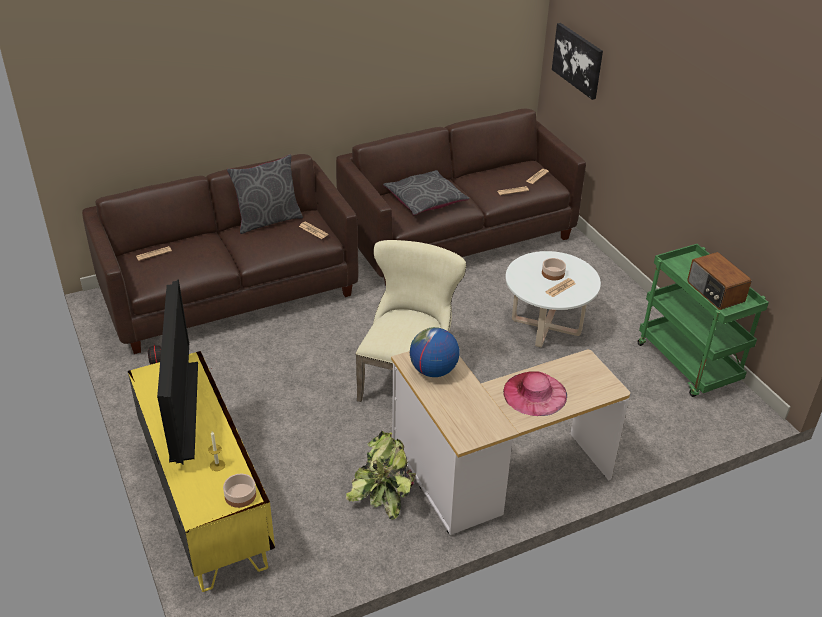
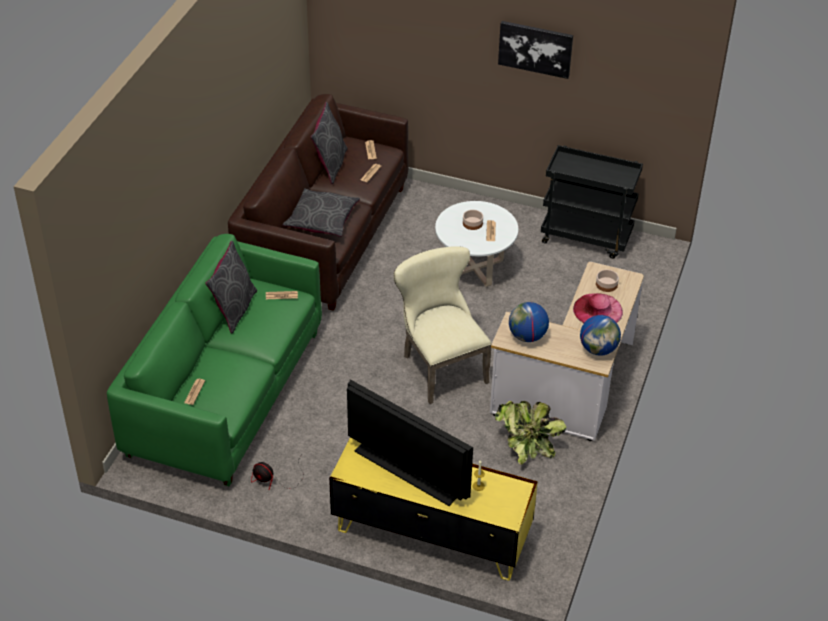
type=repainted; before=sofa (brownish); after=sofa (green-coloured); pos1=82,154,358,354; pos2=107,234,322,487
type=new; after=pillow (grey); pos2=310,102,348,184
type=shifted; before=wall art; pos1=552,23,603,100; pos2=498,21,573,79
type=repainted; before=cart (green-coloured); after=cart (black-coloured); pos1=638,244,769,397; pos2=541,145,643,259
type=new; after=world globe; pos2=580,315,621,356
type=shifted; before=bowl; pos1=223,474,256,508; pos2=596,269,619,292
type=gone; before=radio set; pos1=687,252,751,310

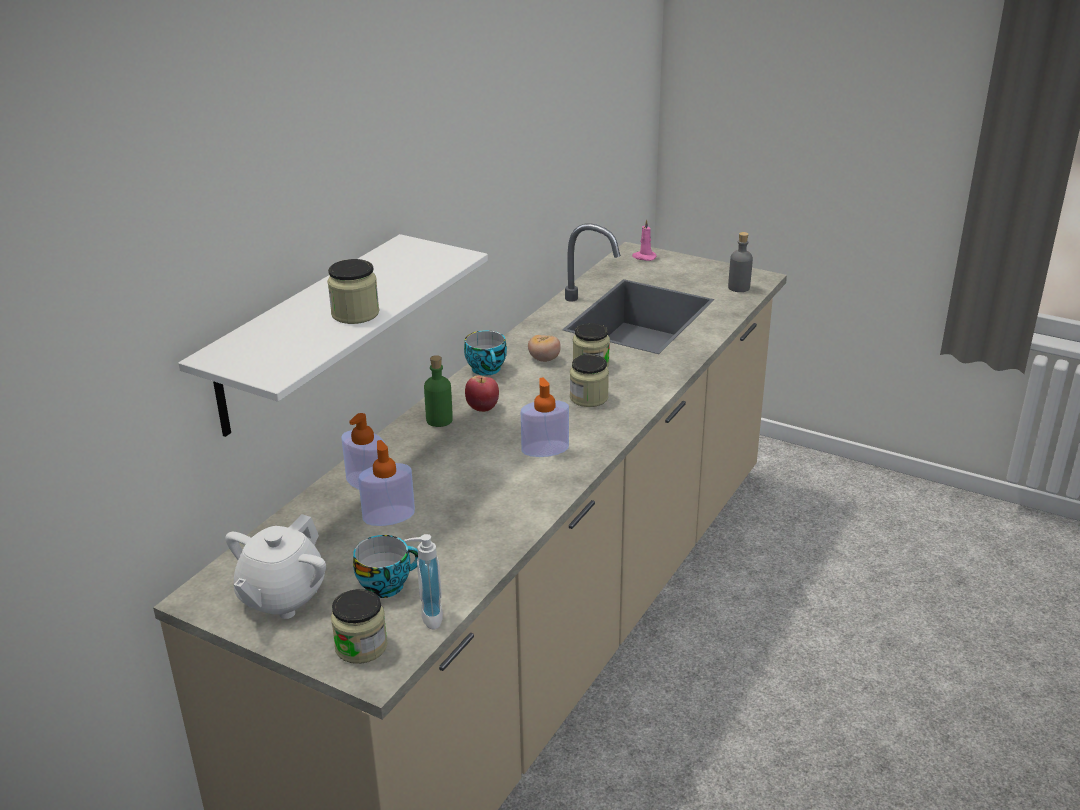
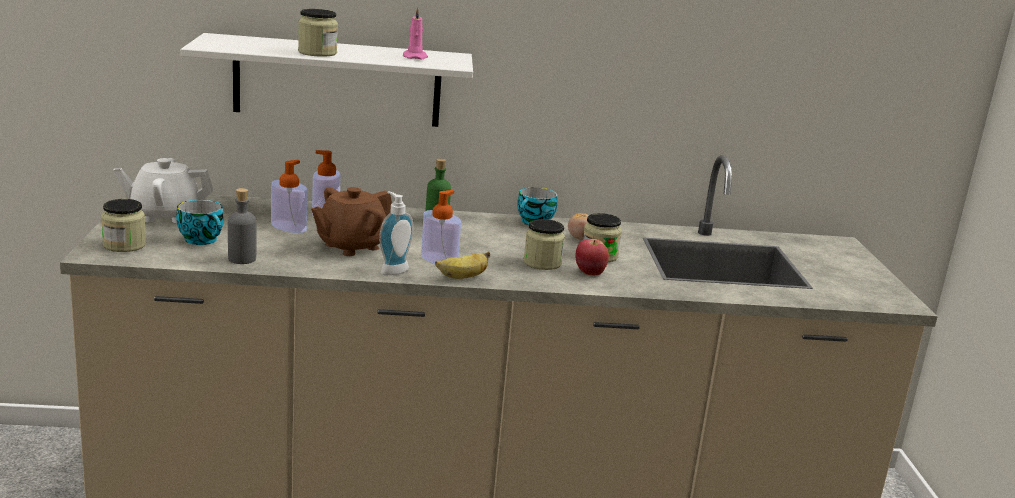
type=shifted; before=beverage bottle (grey); pos1=728,232,753,292; pos2=228,188,256,264
type=new; after=teapot (brownish); pos2=311,187,392,256
type=shifted; before=soap dispenser; pos1=404,534,443,630; pos2=379,192,414,275
type=shifted; before=wax light (pink); pos1=632,219,657,261; pos2=403,7,428,59
type=new; after=banana; pos2=435,252,490,279
type=shifted; before=apple; pos1=465,376,499,412; pos2=575,239,609,275

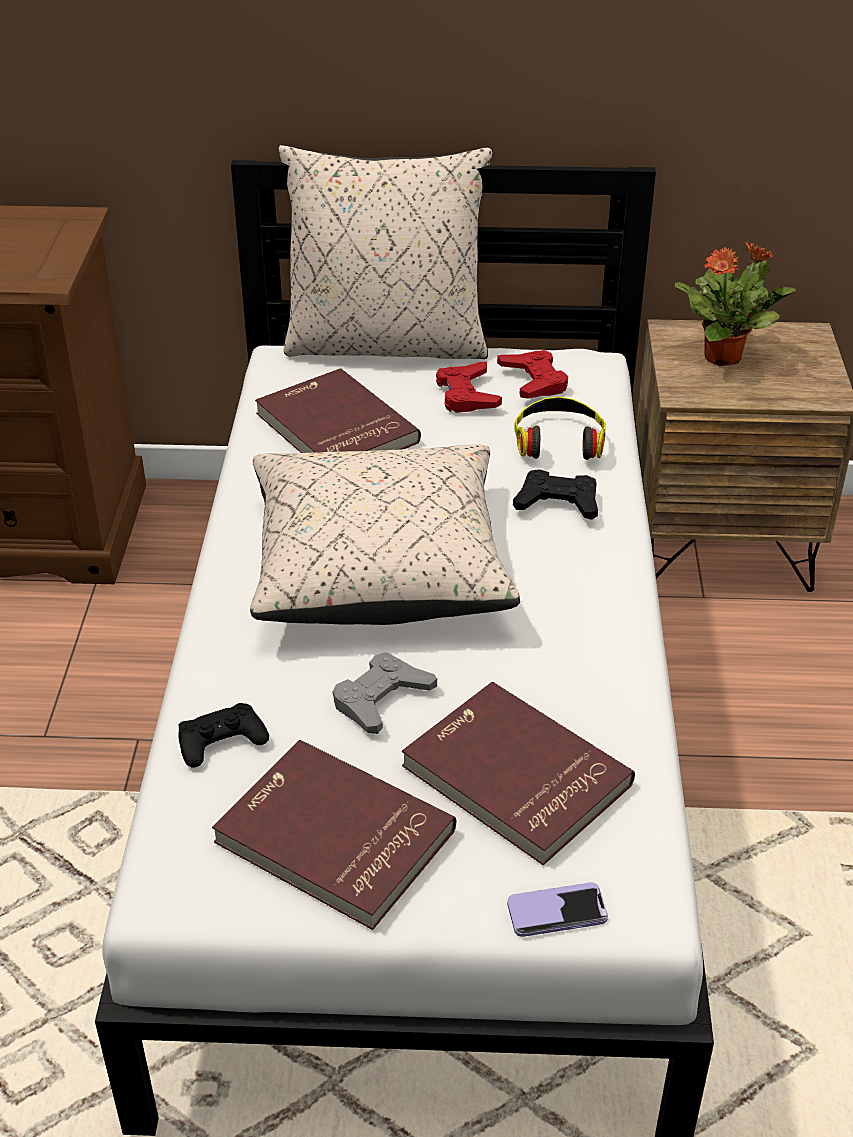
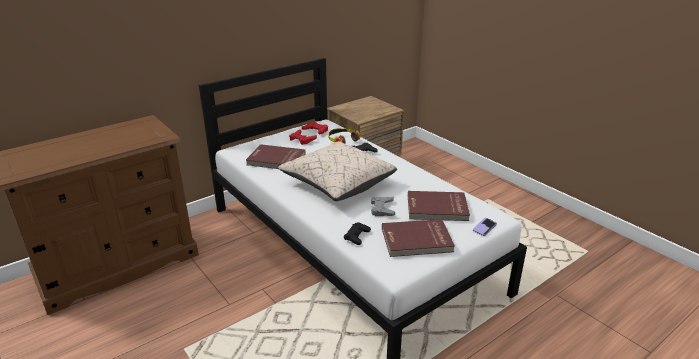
type=gone; before=pillow (beige); pos1=279,145,492,359
type=gone; before=plant in a pot; pos1=675,241,796,366

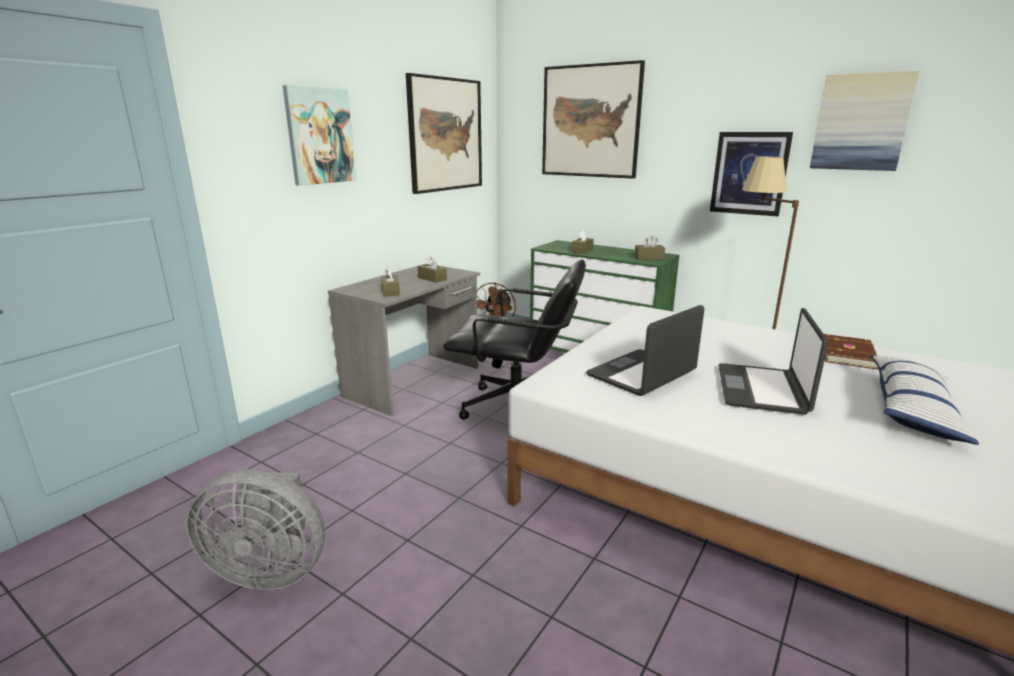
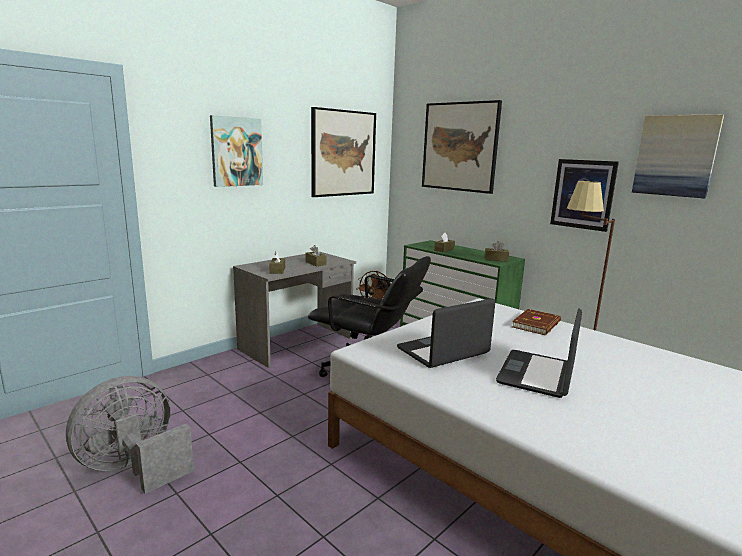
type=rotated; before=electric fan (grey); pos1=186,469,325,590; pos2=66,376,194,494; turn=120
type=shifted; before=volume (brownish); pos1=824,334,878,369; pos2=512,309,561,335
type=gone; before=pillow; pos1=870,355,979,445

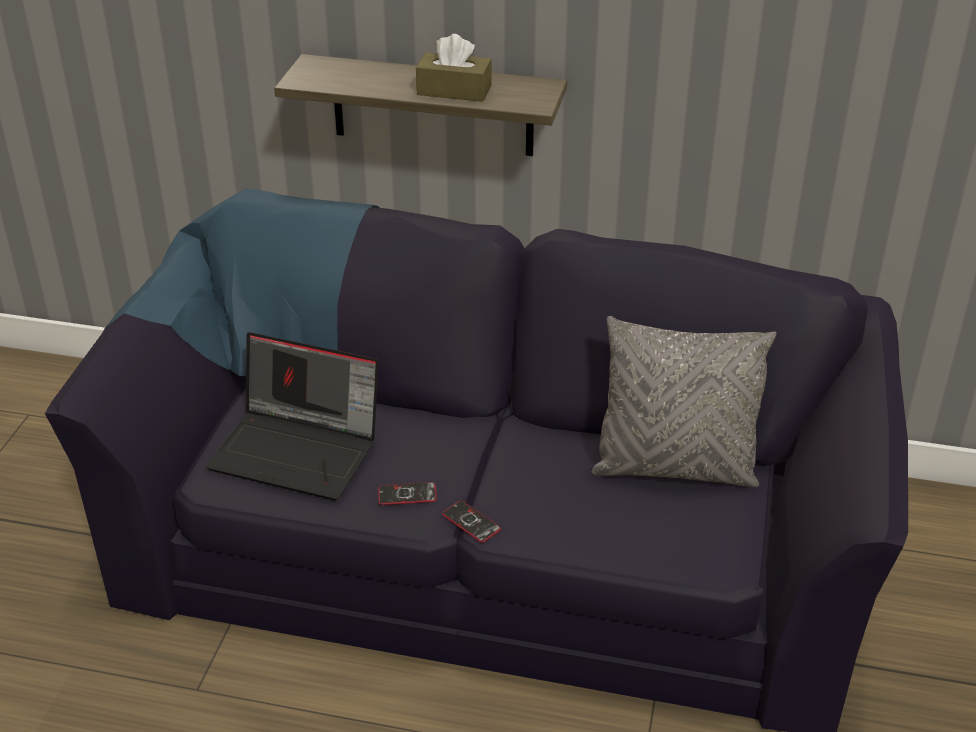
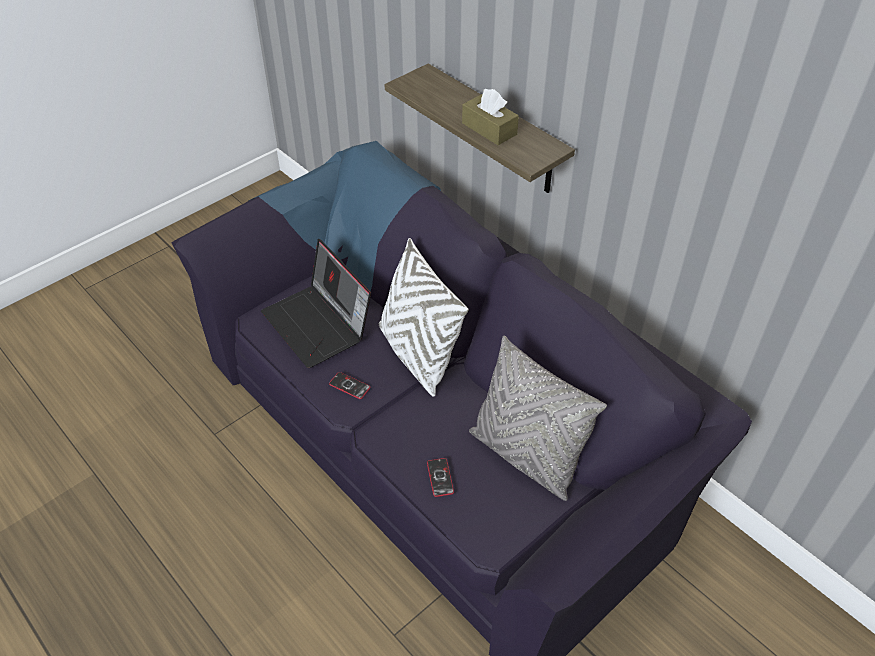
type=new; after=pillow (whitish); pos2=379,238,469,397
type=shifted; before=phone; pos1=442,501,501,543; pos2=427,458,454,497

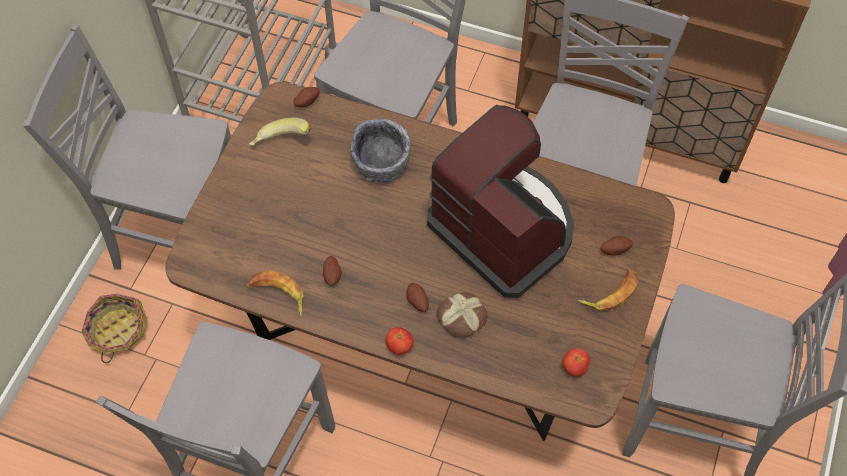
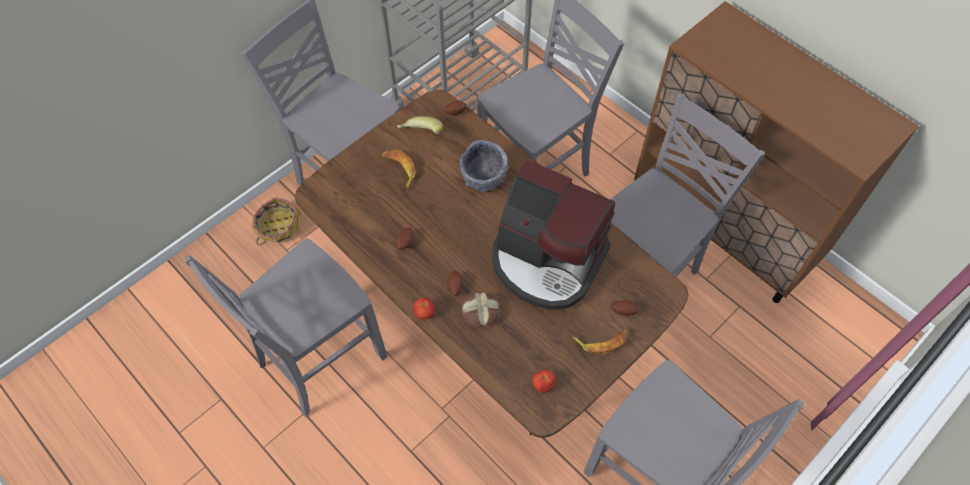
type=shifted; before=banana; pos1=246,271,303,316; pos2=382,149,415,188
type=rotated; before=coffee brewer; pos1=427,105,574,298; pos2=492,160,615,310; turn=135

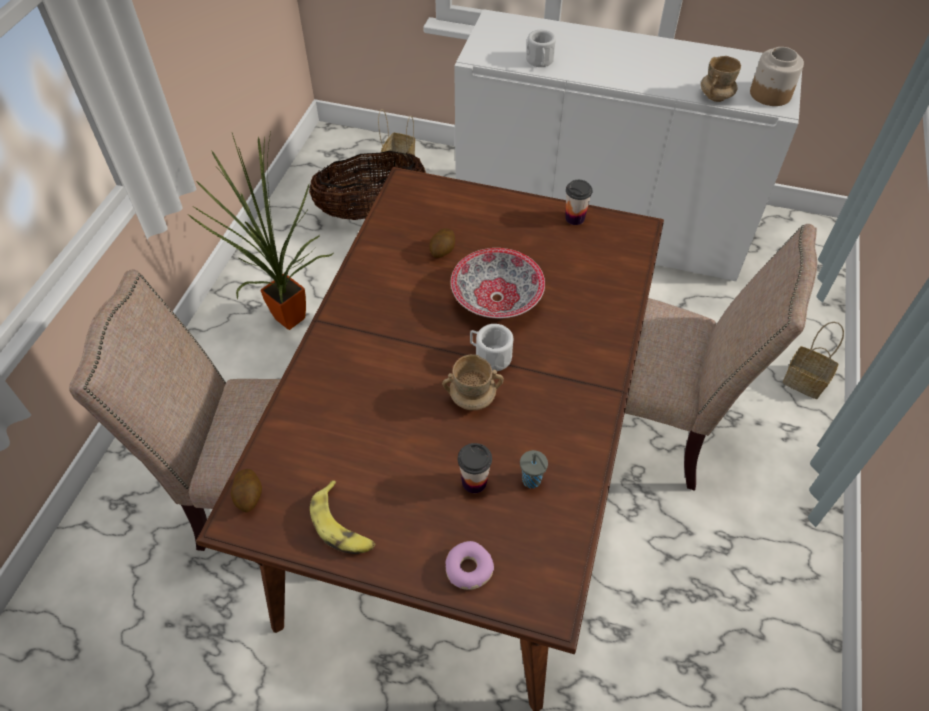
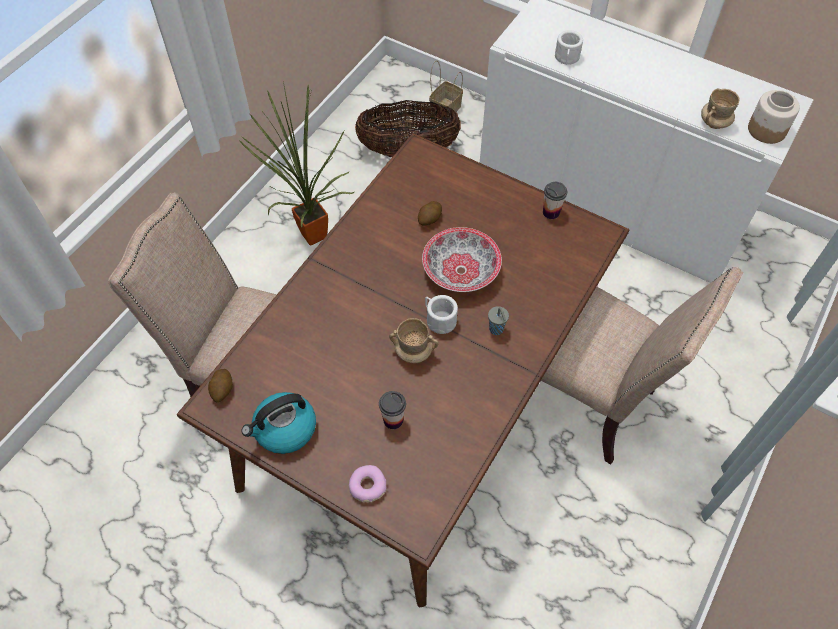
type=swapped; before=banana; after=water kettle; pos1=310,480,375,554; pos2=242,392,316,454
type=shifted; before=drinking cup (grey); pos1=520,450,548,488; pos2=488,306,509,335
type=gone; before=storage basket; pos1=783,322,844,399

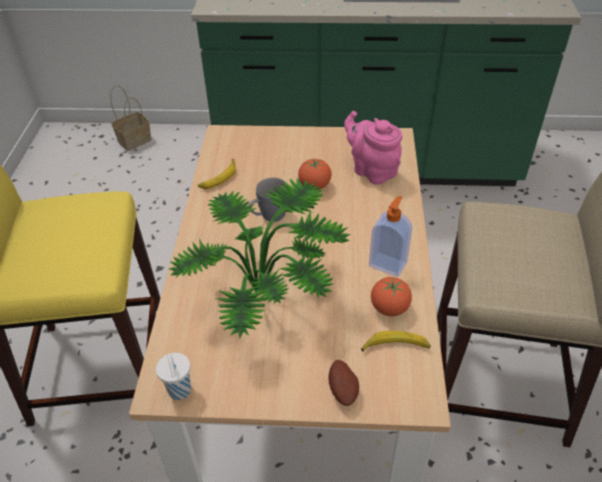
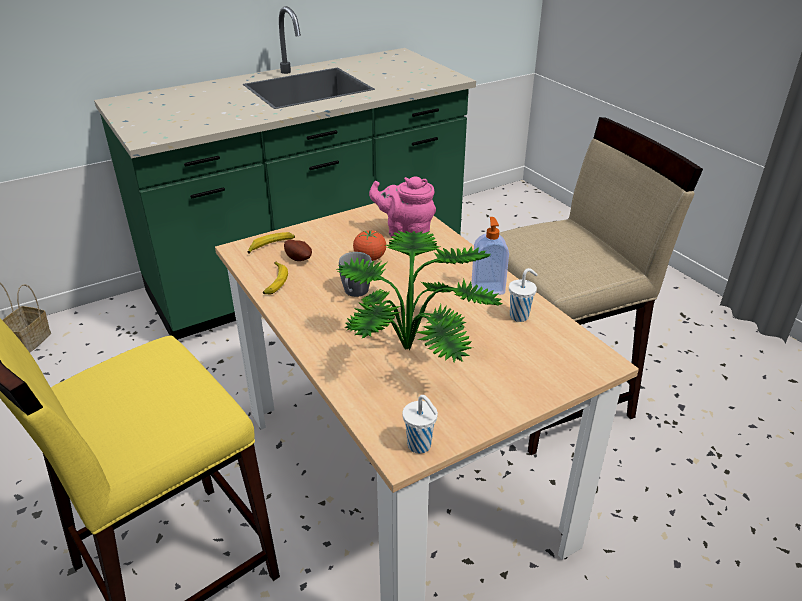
type=shifted; before=banana; pos1=361,331,431,352; pos2=248,232,295,253
type=shifted; before=spud; pos1=328,360,359,406; pos2=284,240,312,261
type=swapped; before=whole tomato; after=drinking cup (whitish); pos1=371,277,412,316; pos2=509,268,538,322

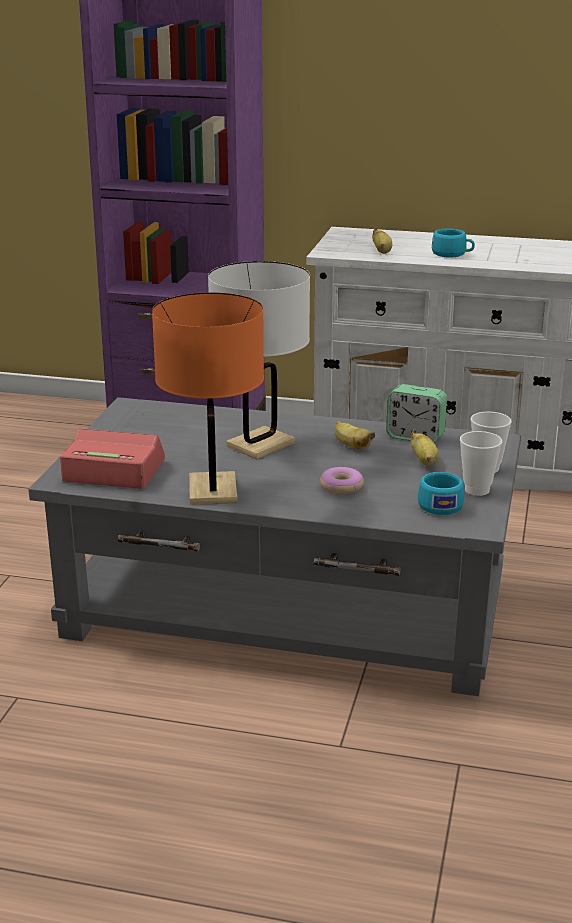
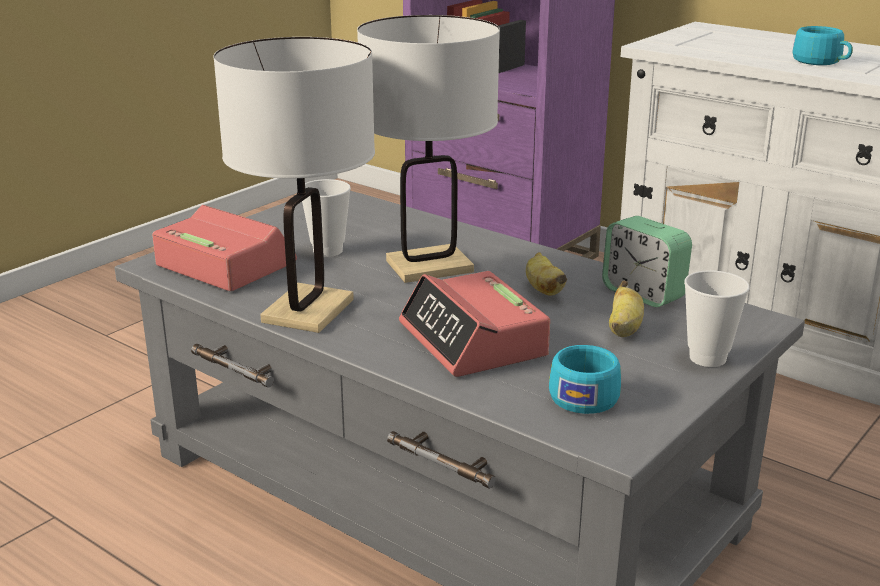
type=repainted; before=tabletop lamp (orangey); after=tabletop lamp (whitish); pos1=152,292,264,505; pos2=214,37,375,333
type=shifted; before=drinking cup; pos1=460,431,502,496; pos2=302,179,351,257
type=swapped; before=doughnut; after=table clock; pos1=320,467,364,495; pos2=399,271,550,377
type=gone; before=banana; pos1=372,228,392,254

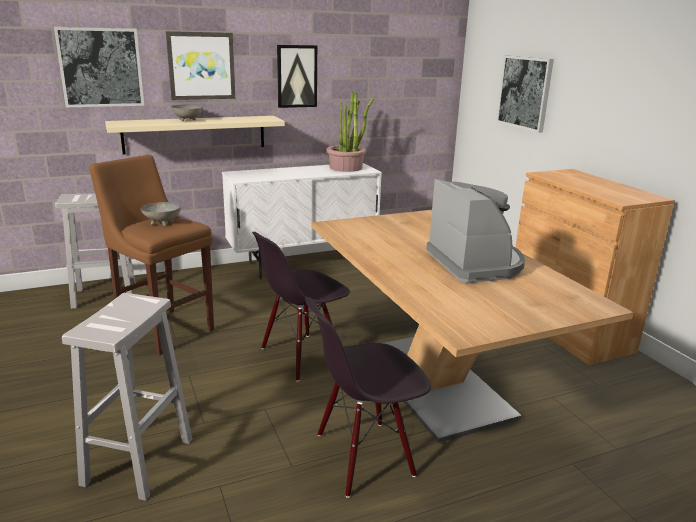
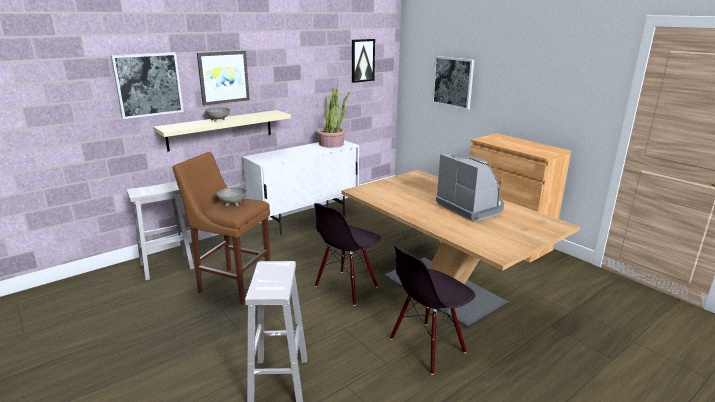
type=shifted; before=wall art; pos1=277,45,317,108; pos2=352,39,375,83

